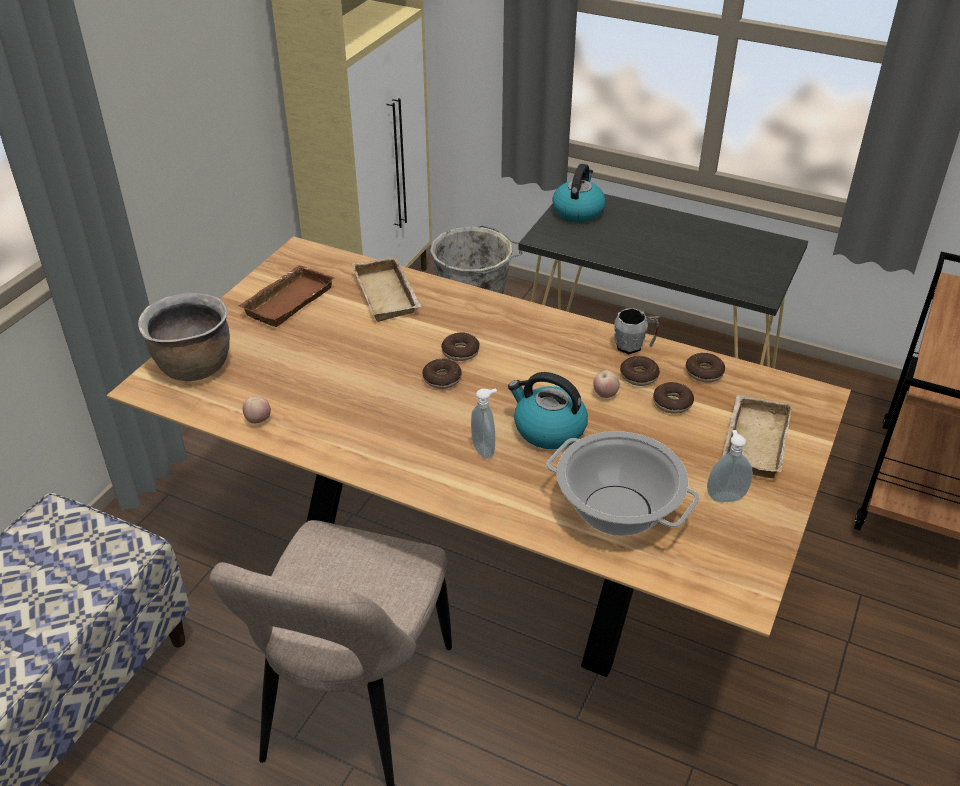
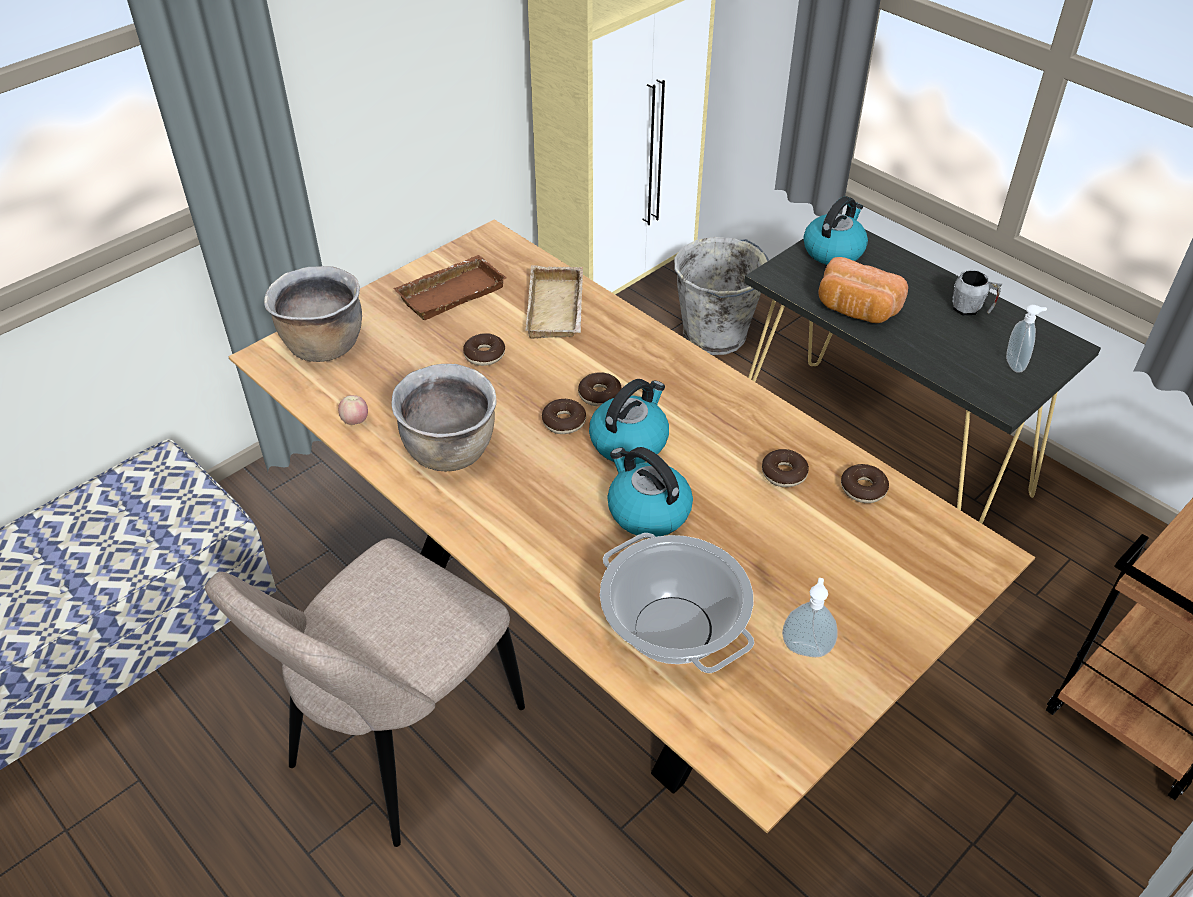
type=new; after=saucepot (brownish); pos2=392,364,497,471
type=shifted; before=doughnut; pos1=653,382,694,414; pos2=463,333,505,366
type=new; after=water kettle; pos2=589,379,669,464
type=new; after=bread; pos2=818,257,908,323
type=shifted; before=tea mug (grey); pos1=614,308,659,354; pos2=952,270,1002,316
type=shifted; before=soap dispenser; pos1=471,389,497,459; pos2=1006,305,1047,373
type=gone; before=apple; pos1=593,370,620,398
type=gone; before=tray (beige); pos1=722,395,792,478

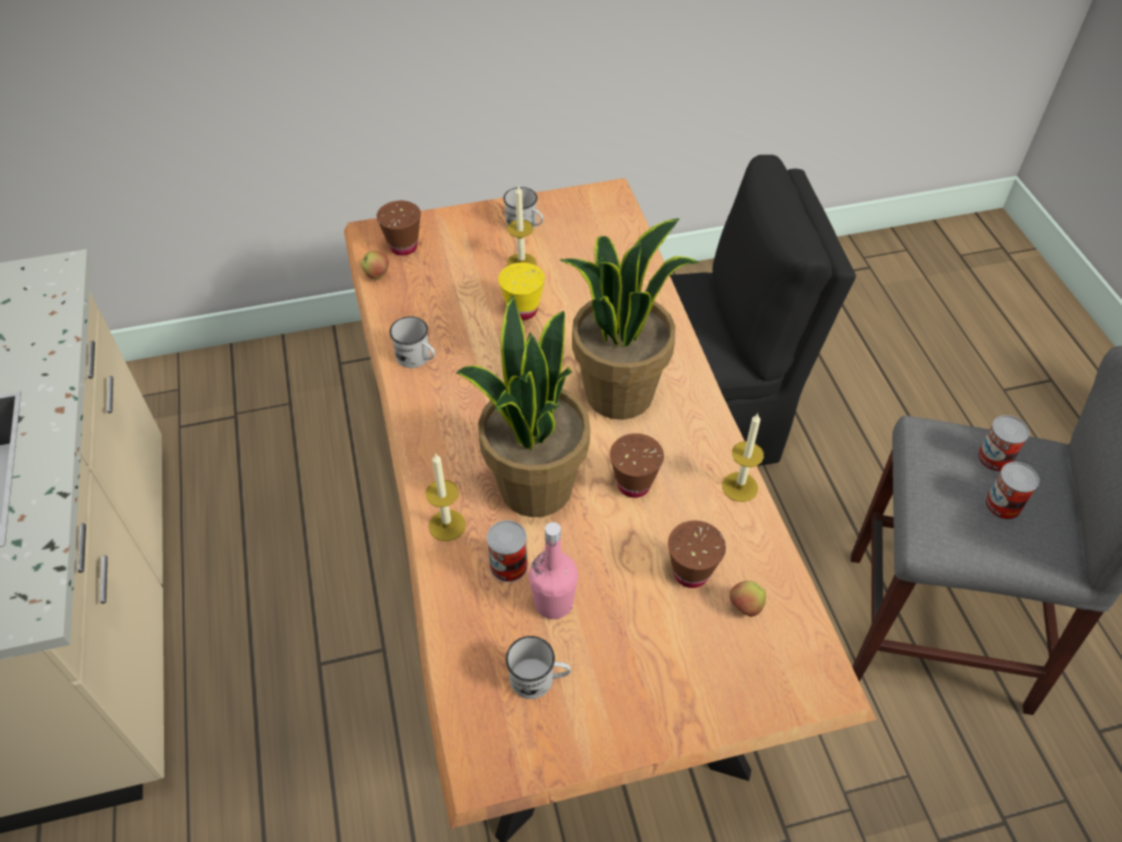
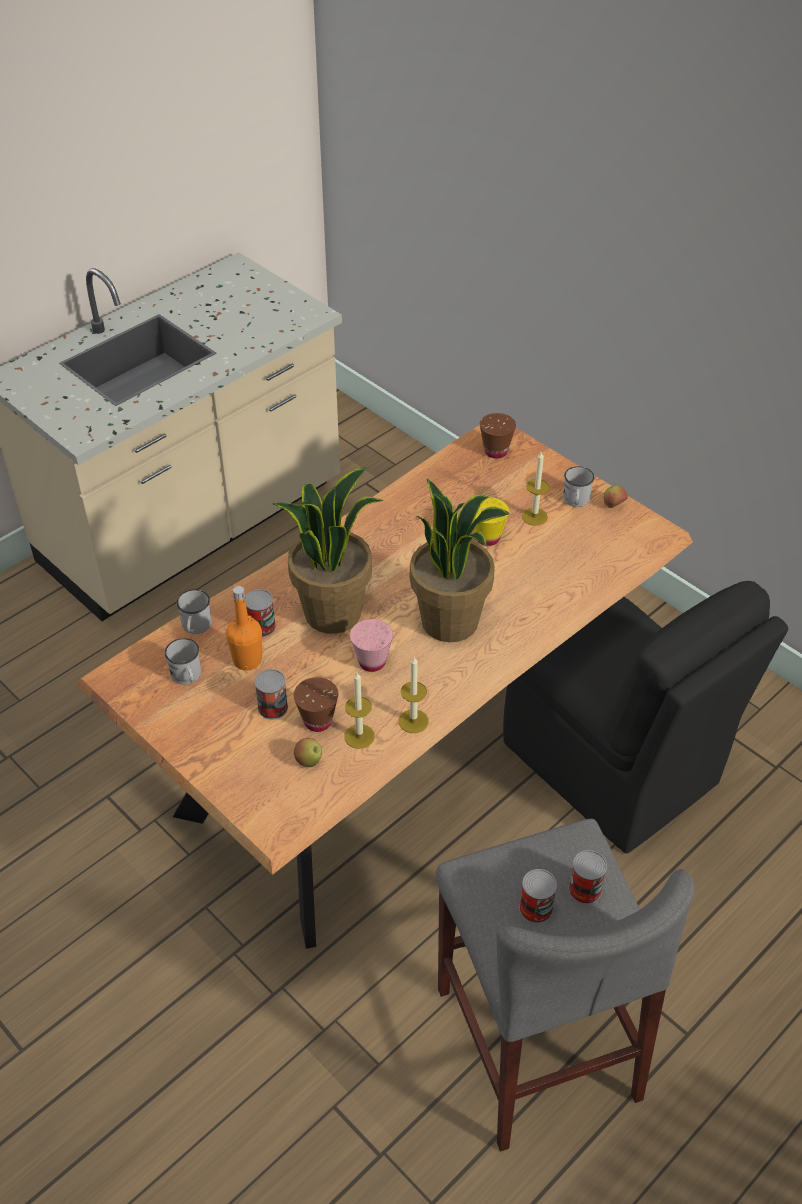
type=shifted; before=tea mug (whitish); pos1=389,316,436,368; pos2=176,589,212,634
type=repainted; before=beverage bottle (pink); after=beverage bottle (orangey); pos1=529,522,578,619; pos2=226,586,262,670
type=new; after=metal can; pos2=255,669,288,720
type=shifted; before=wax light; pos1=425,453,466,541; pos2=344,672,375,749
type=repainted; before=drinking cup (brownish); after=drinking cup (pink); pos1=610,433,664,498; pos2=350,619,393,672
type=shifted; before=apple; pos1=361,251,389,280; pos2=604,485,628,508

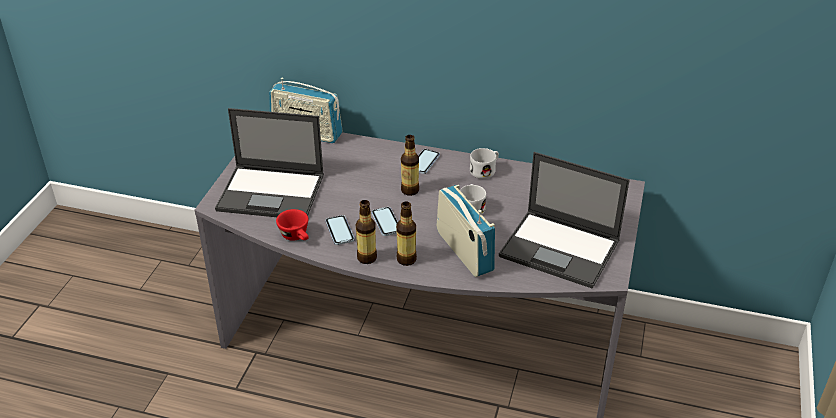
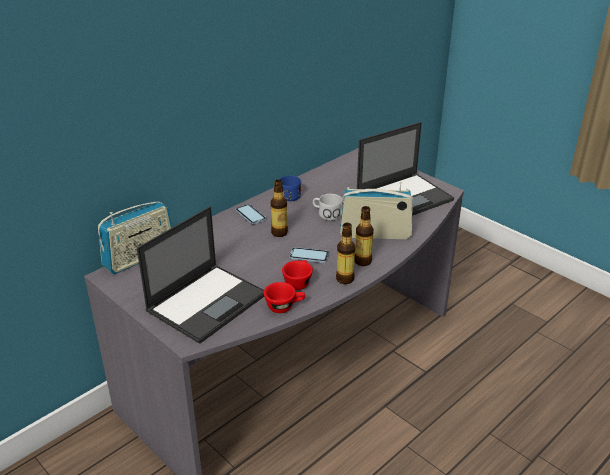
type=repainted; before=tea mug (whitish); after=tea mug (blue-coloured); pos1=470,148,499,179; pos2=279,176,301,201
type=swapped; before=phone; after=drinking cup (reddish); pos1=325,215,354,245; pos2=282,260,313,290

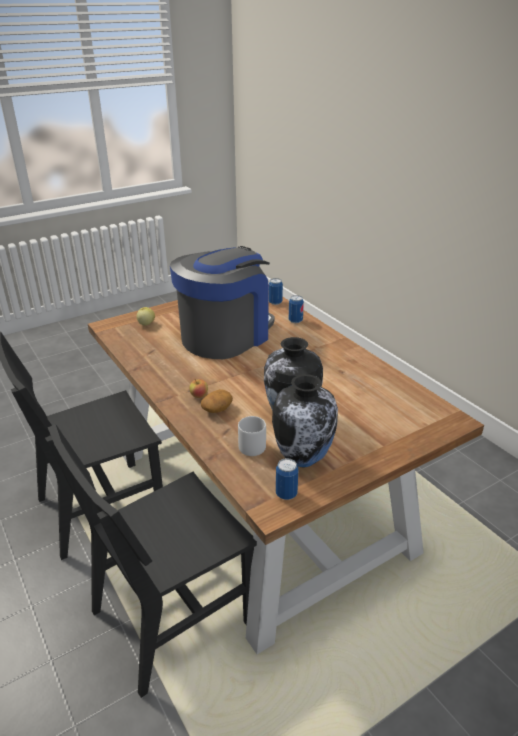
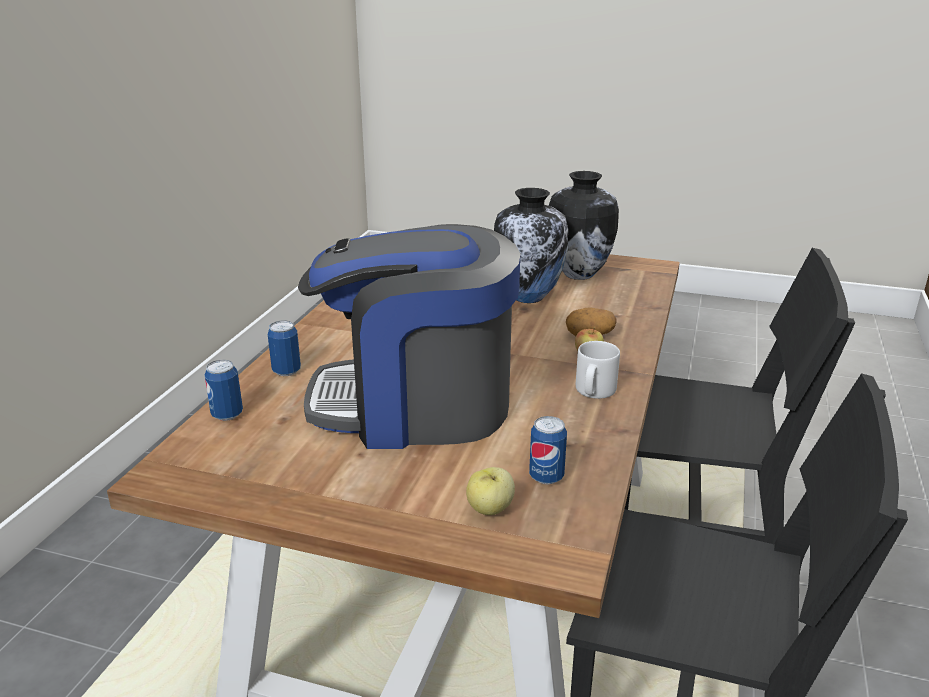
type=shifted; before=metal can; pos1=276,458,298,500; pos2=529,416,567,484
type=shifted; before=tea mug (grey); pos1=238,416,266,456; pos2=576,341,620,399

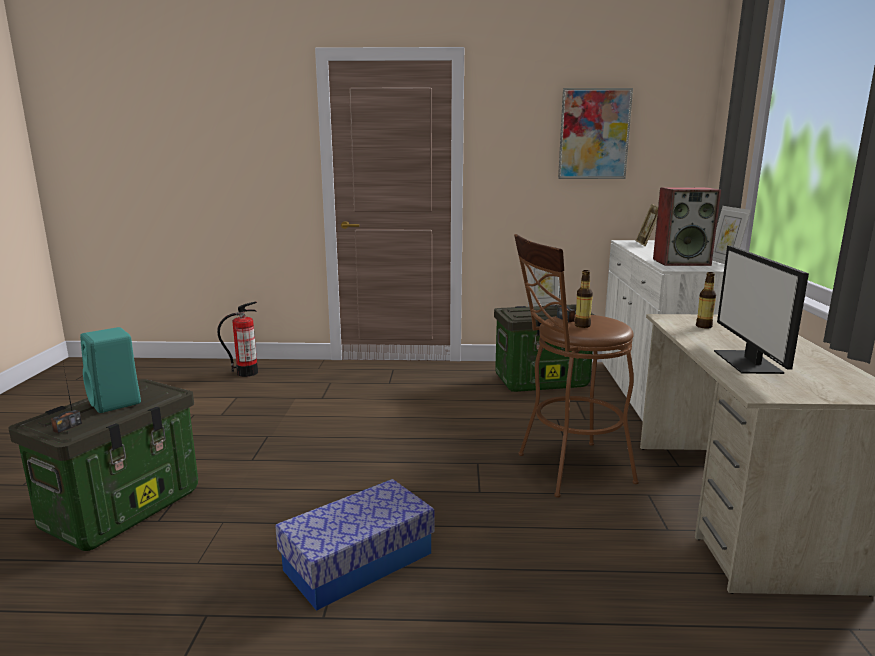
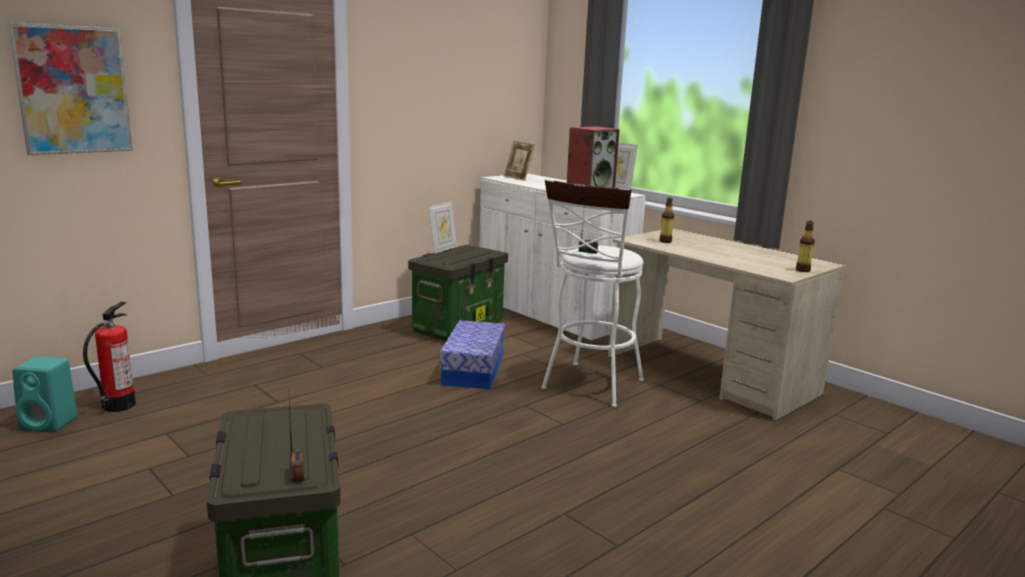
type=shifted; before=wall art; pos1=558,88,633,179; pos2=8,22,133,155
type=shifted; before=audio speaker (blue-green); pos1=80,327,141,413; pos2=13,356,78,433
type=shifted; before=storage container; pos1=275,479,435,611; pos2=440,320,506,389
type=repainted; before=stool (brownish); after=stool (whitish); pos1=514,234,639,498; pos2=541,179,644,407
type=shifted; before=beverage bottle; pos1=575,270,593,328; pos2=796,221,815,272
type=gone; before=computer display; pos1=714,245,809,374

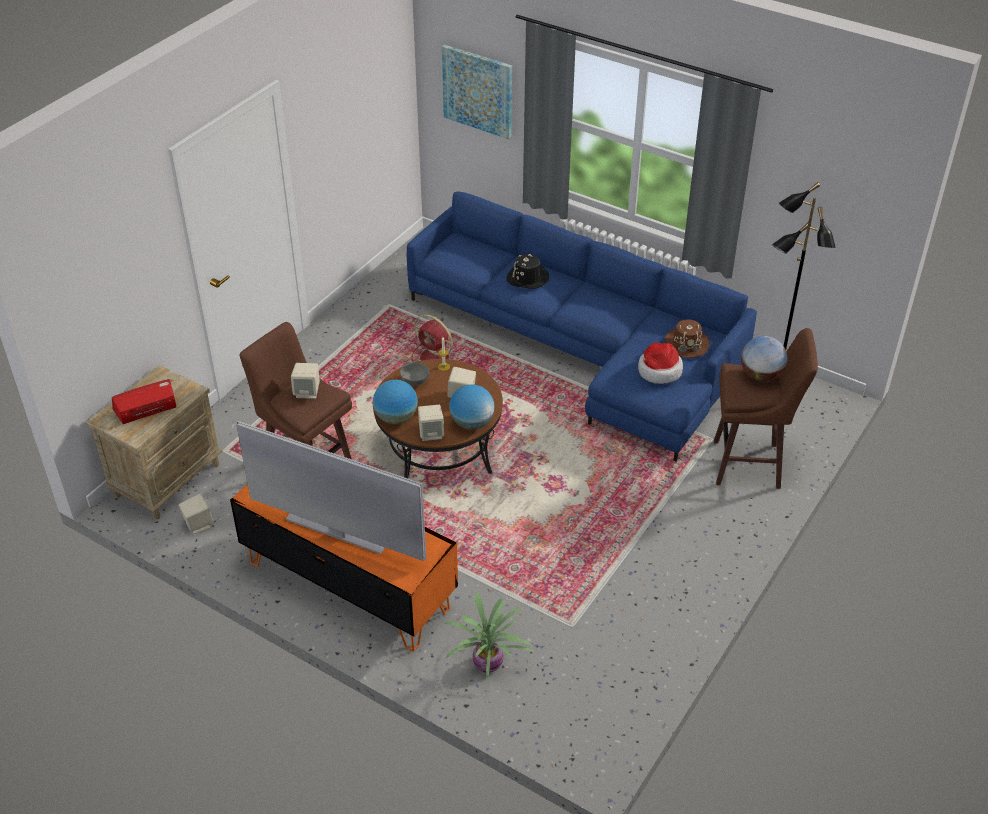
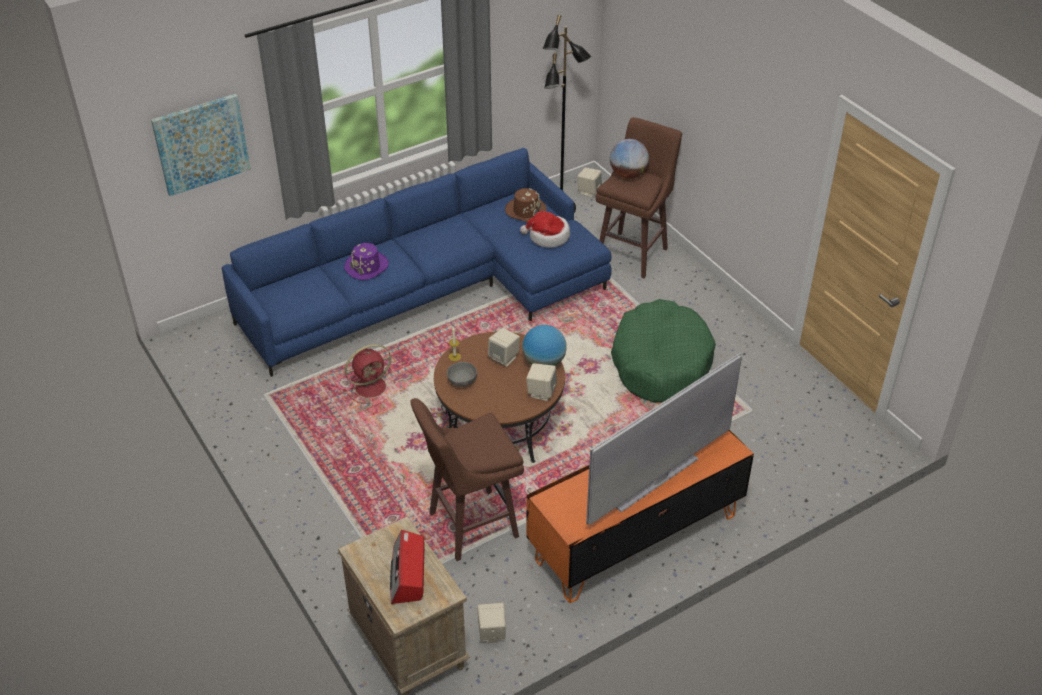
type=repainted; before=clothing hat (black-coloured); after=clothing hat (purplish); pos1=507,254,549,289; pos2=344,243,389,280
type=shifted; before=audio speaker (beige); pos1=291,363,320,399; pos2=577,168,602,198
type=new; after=dog bed (green-coloured); pos2=611,299,716,403
type=gone; before=world globe; pos1=373,380,418,424
type=gone; before=plant in a pot; pos1=444,592,534,679

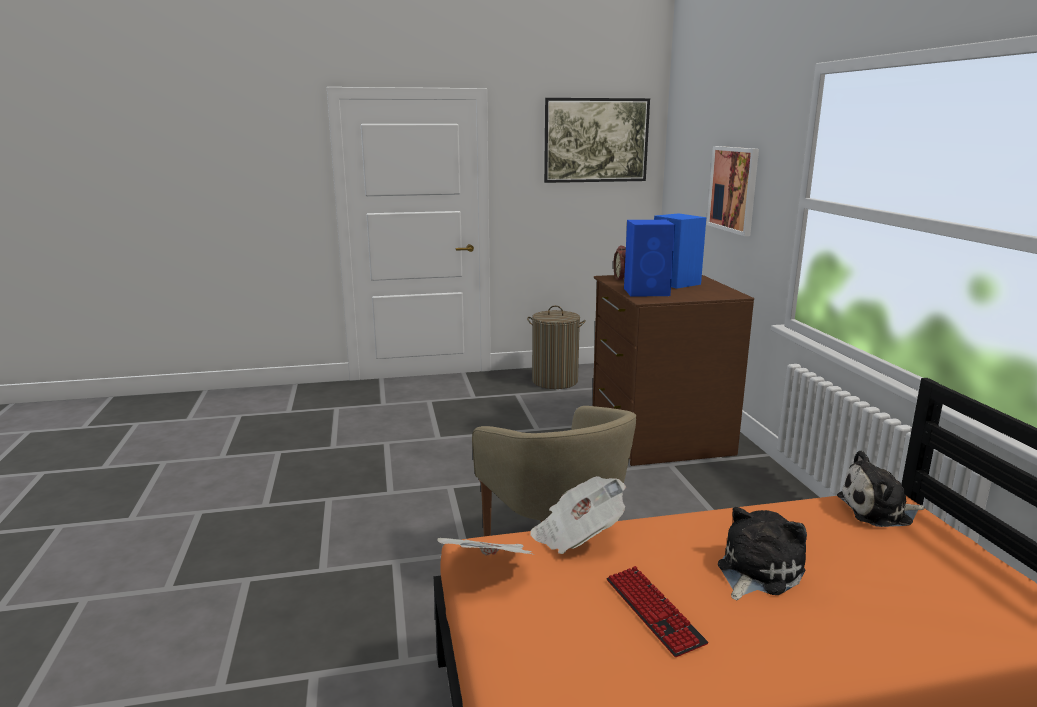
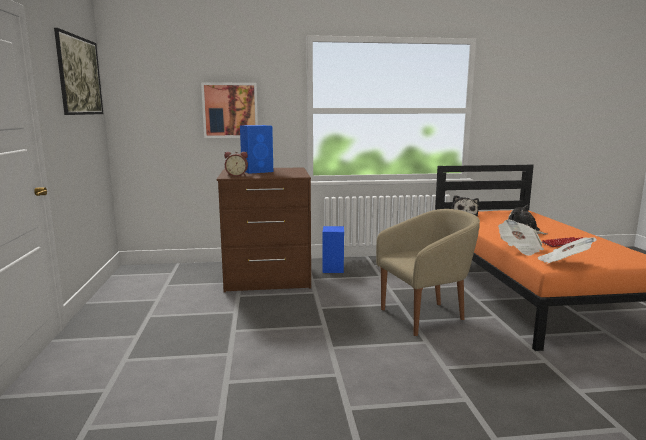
type=shifted; before=audio speaker (blue-coloured); pos1=624,220,675,297; pos2=323,226,344,273
type=gone; before=washing basket; pos1=527,305,586,389

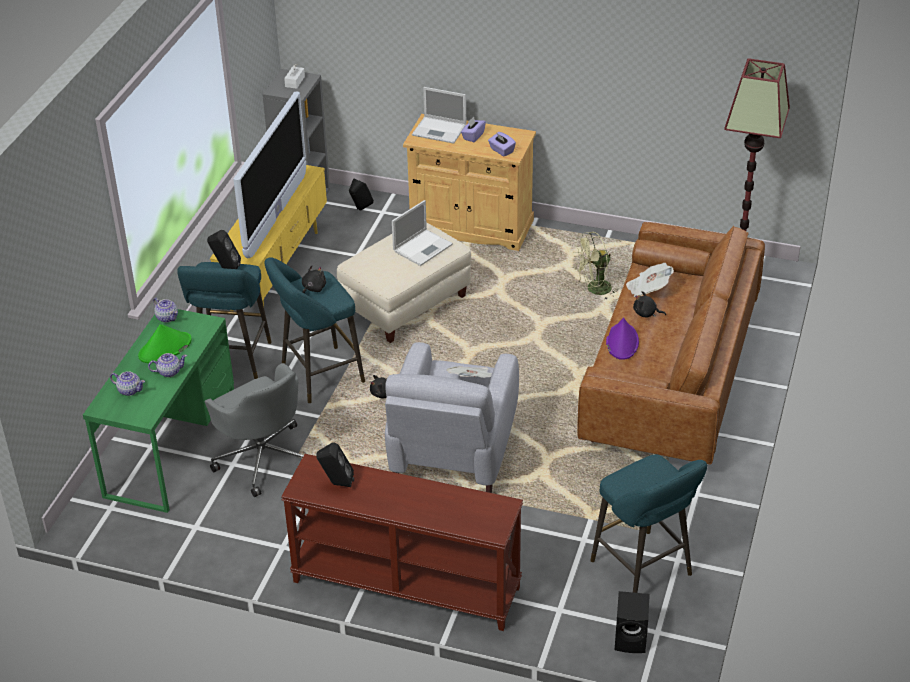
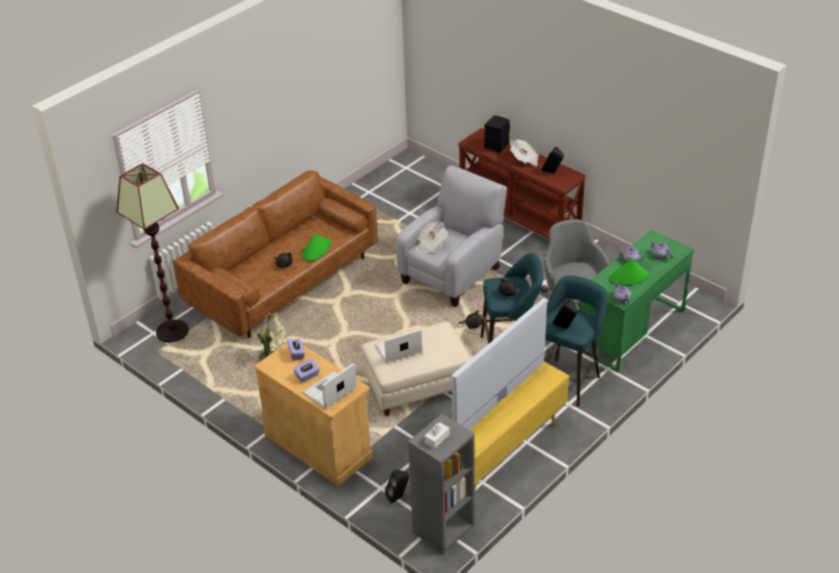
type=repainted; before=clothing hat (purplish); after=clothing hat (green-coloured); pos1=606,318,639,360; pos2=302,234,331,261
type=rotated; before=notebook computer; pos1=412,87,466,144; pos2=303,363,357,409; turn=-90
type=shifted; before=audio speaker (black-coloured); pos1=615,591,650,653; pos2=484,115,510,153
type=shifted; before=newspaper; pos1=626,263,674,297; pos2=510,140,539,166
type=gone; before=stool (blue-green); pos1=590,454,707,593

